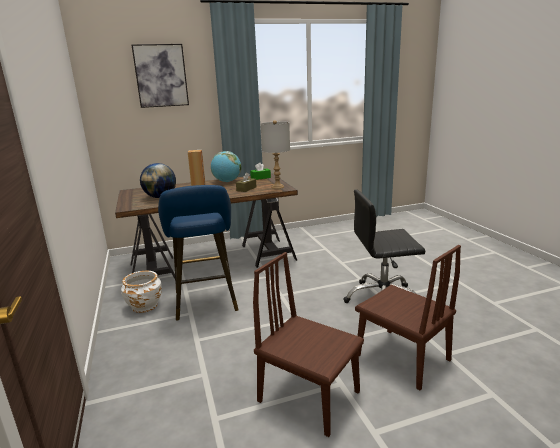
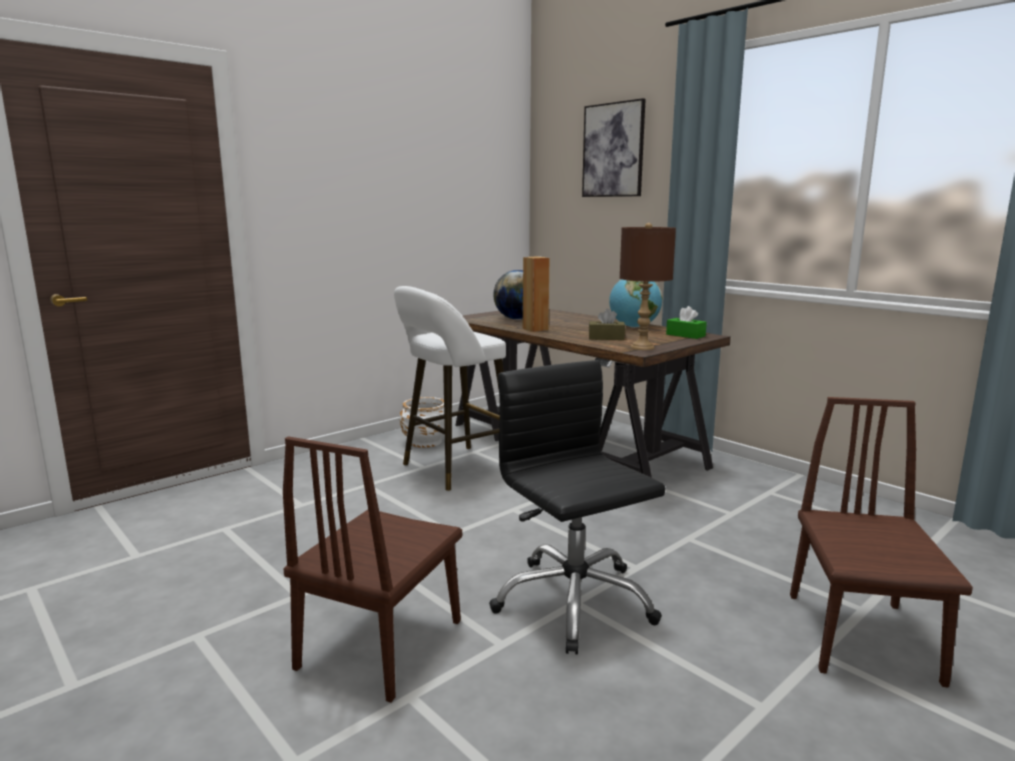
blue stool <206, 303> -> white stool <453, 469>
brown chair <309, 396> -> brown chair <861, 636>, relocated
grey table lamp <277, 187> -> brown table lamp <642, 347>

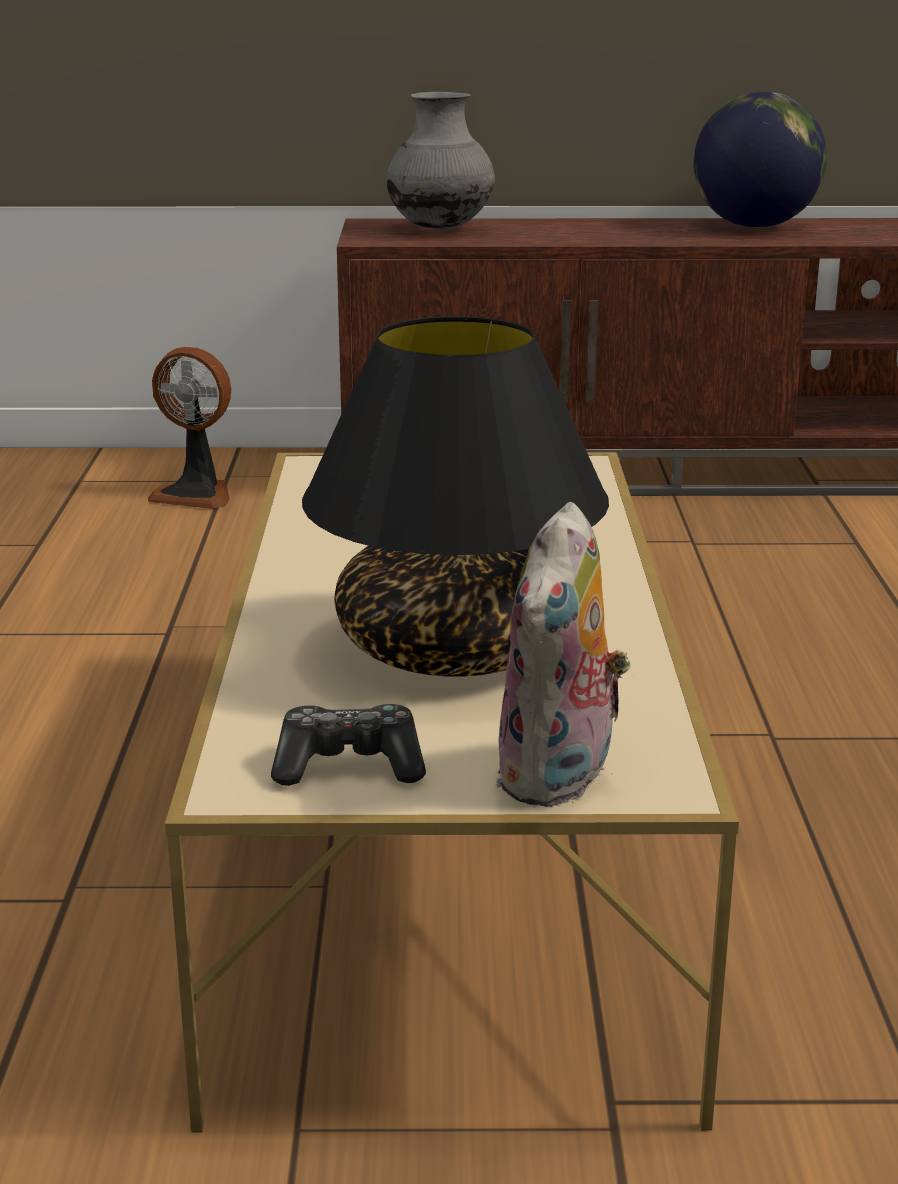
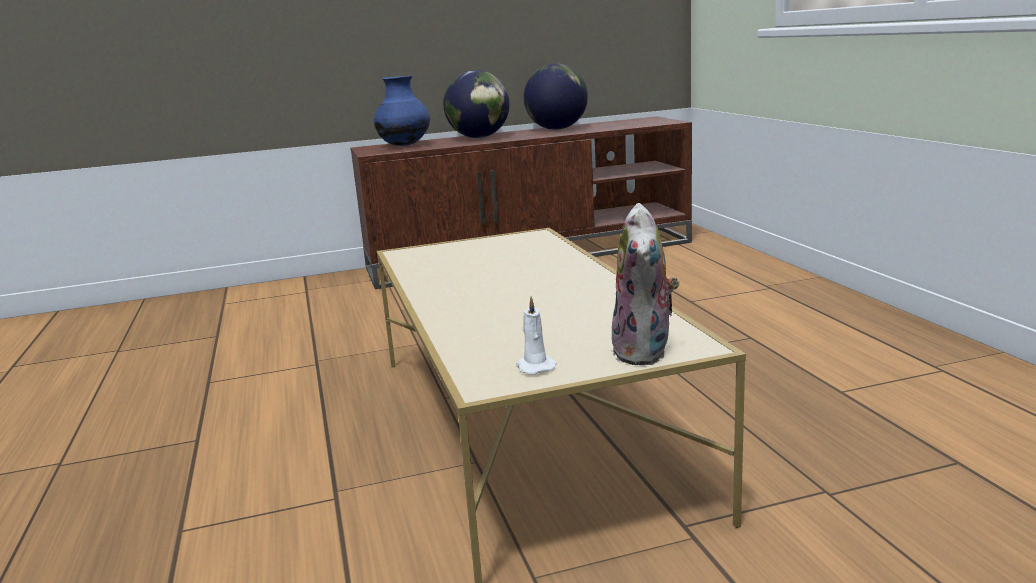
fan <197, 494> -> none
game controller <349, 766> -> white candle <534, 366>
black table lamp <454, 649> -> none
grey vase <440, 229> -> blue vase <404, 145>
none -> globe <479, 137>

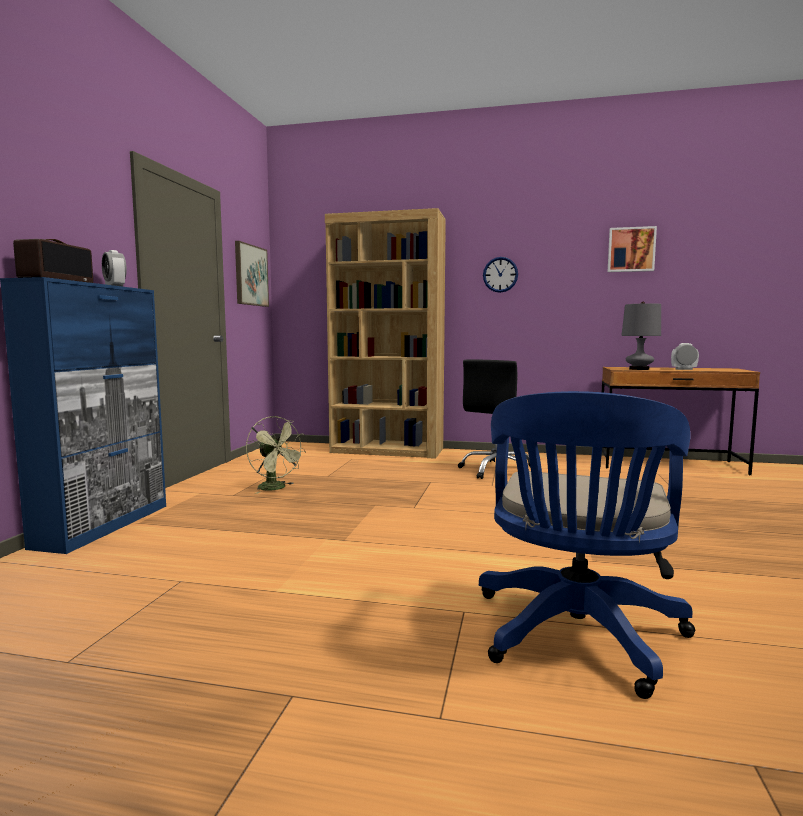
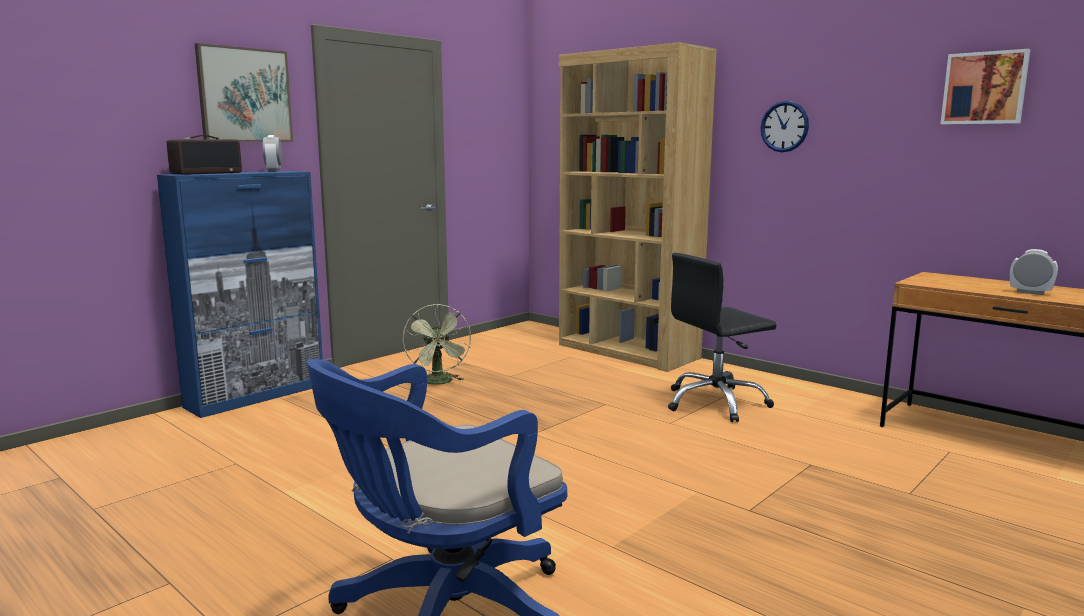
picture <250, 275> -> picture <244, 95>, relocated
grey table lamp <639, 369> -> none

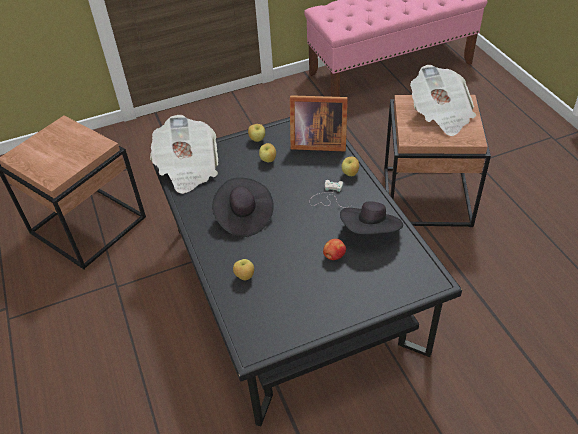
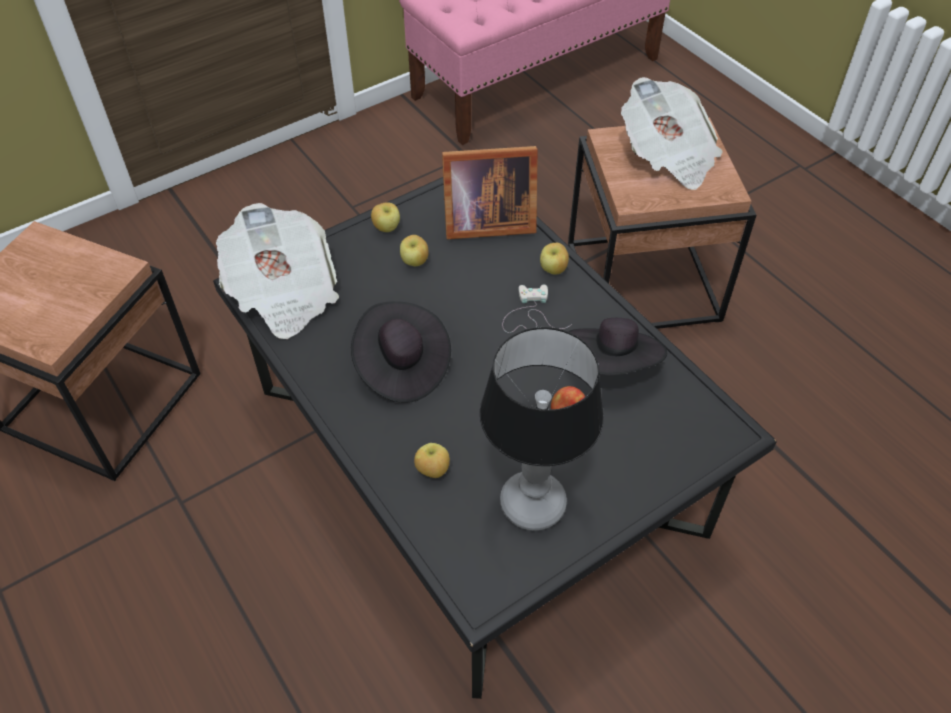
none -> table lamp <534, 504>

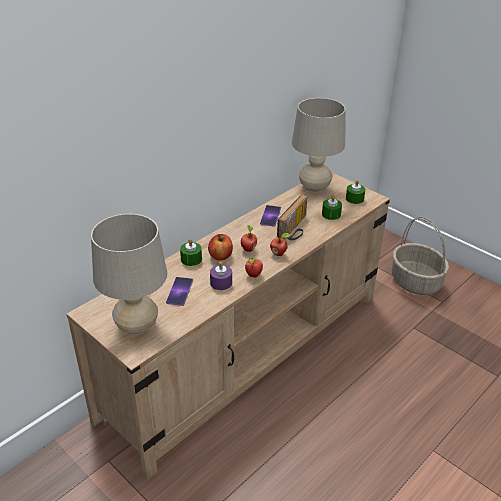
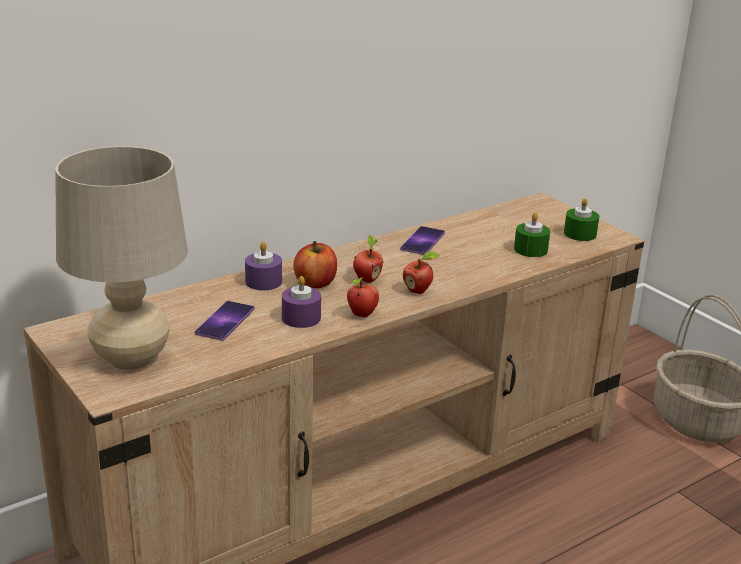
green candle <191, 259> -> purple candle <263, 282>
radio <295, 229> -> none
beige table lamp <314, 187> -> none

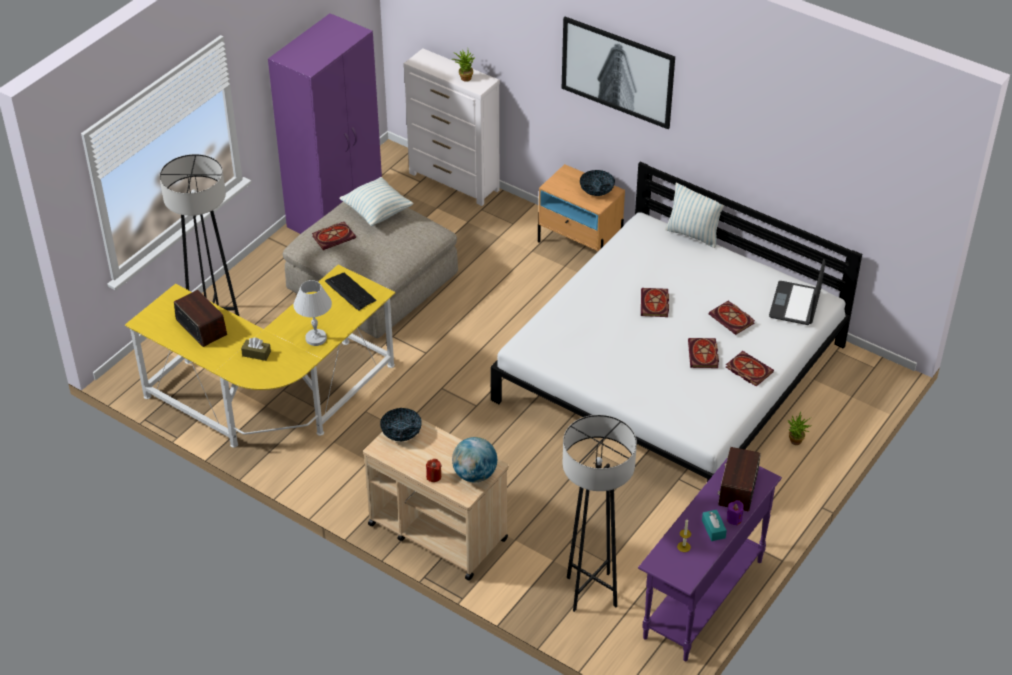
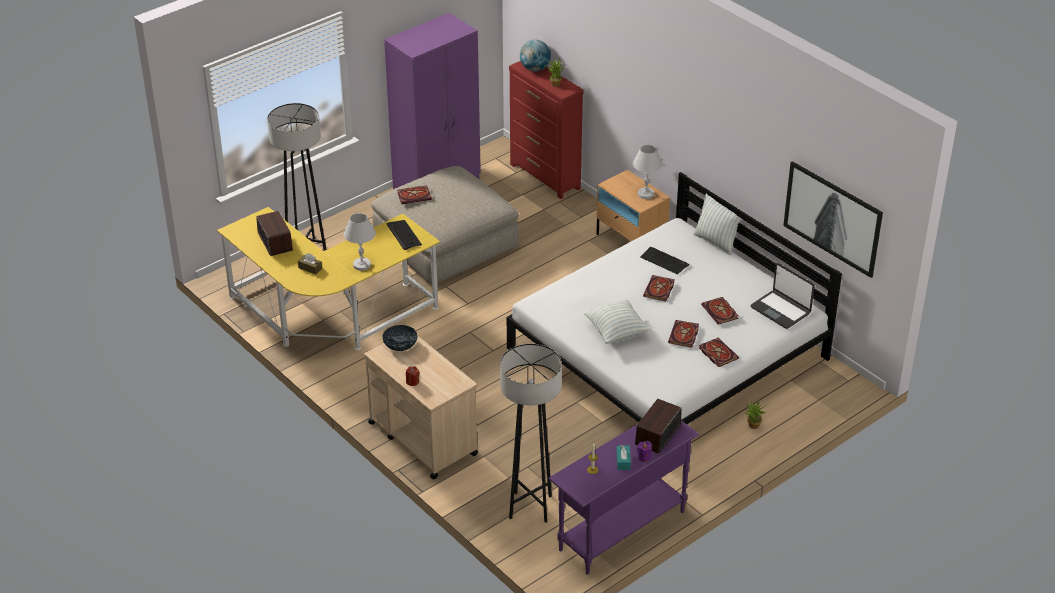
pillow <377, 212> -> pillow <616, 332>, relocated
white dresser <454, 182> -> red dresser <545, 177>
globe <474, 474> -> globe <535, 69>, relocated
picture <618, 71> -> picture <833, 218>, relocated
bowl <596, 190> -> white table lamp <645, 194>
laptop <795, 304> -> laptop <781, 310>, 75 degrees counterclockwise
none -> keyboard <664, 261>

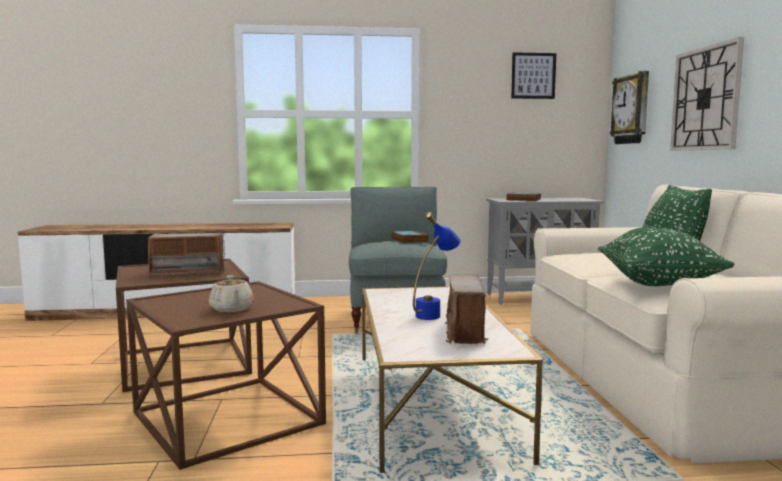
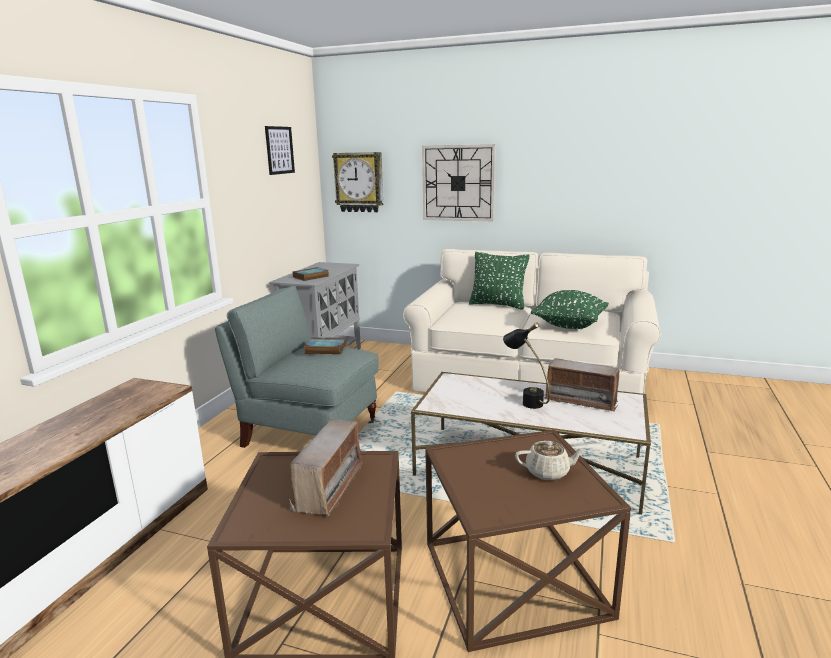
blue table lamp <434, 314> -> black table lamp <526, 400>

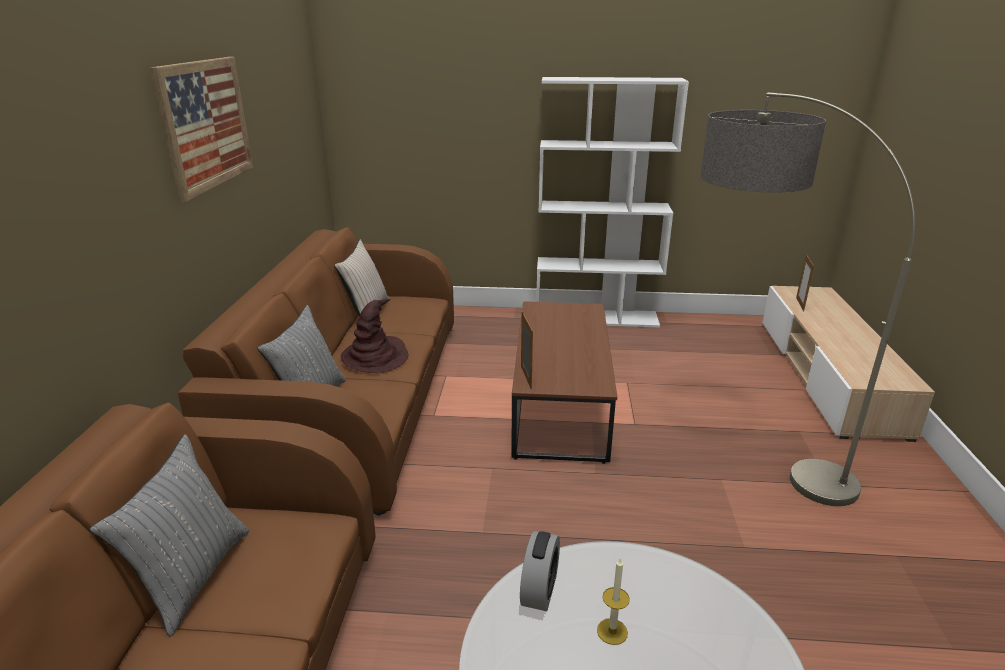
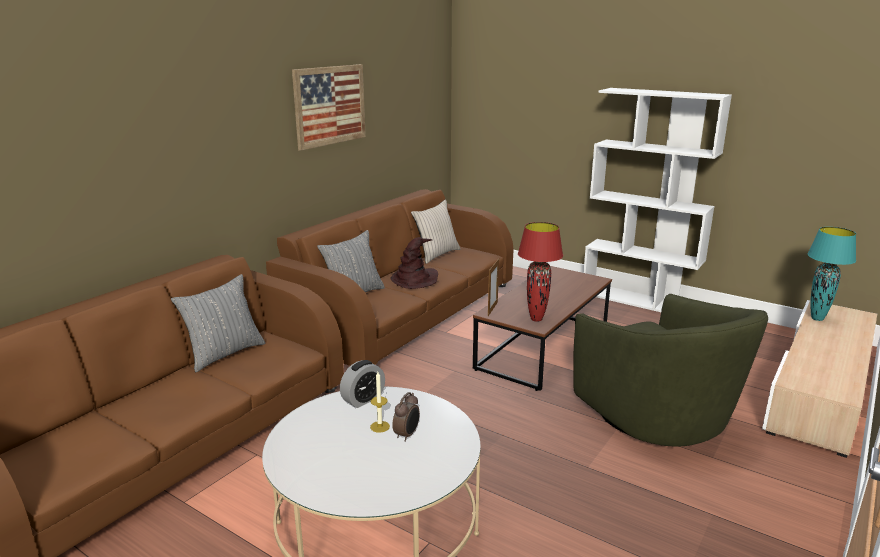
floor lamp <745, 458> -> green armchair <657, 420>
picture frame <800, 304> -> turquoise table lamp <817, 319>
none -> alarm clock <407, 435>
none -> red table lamp <536, 319>

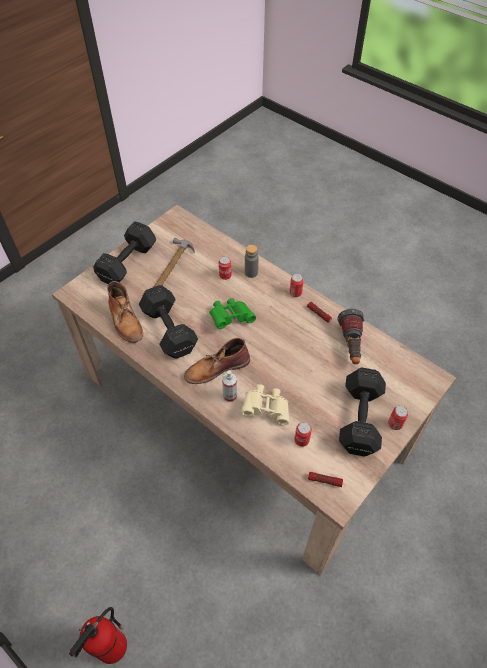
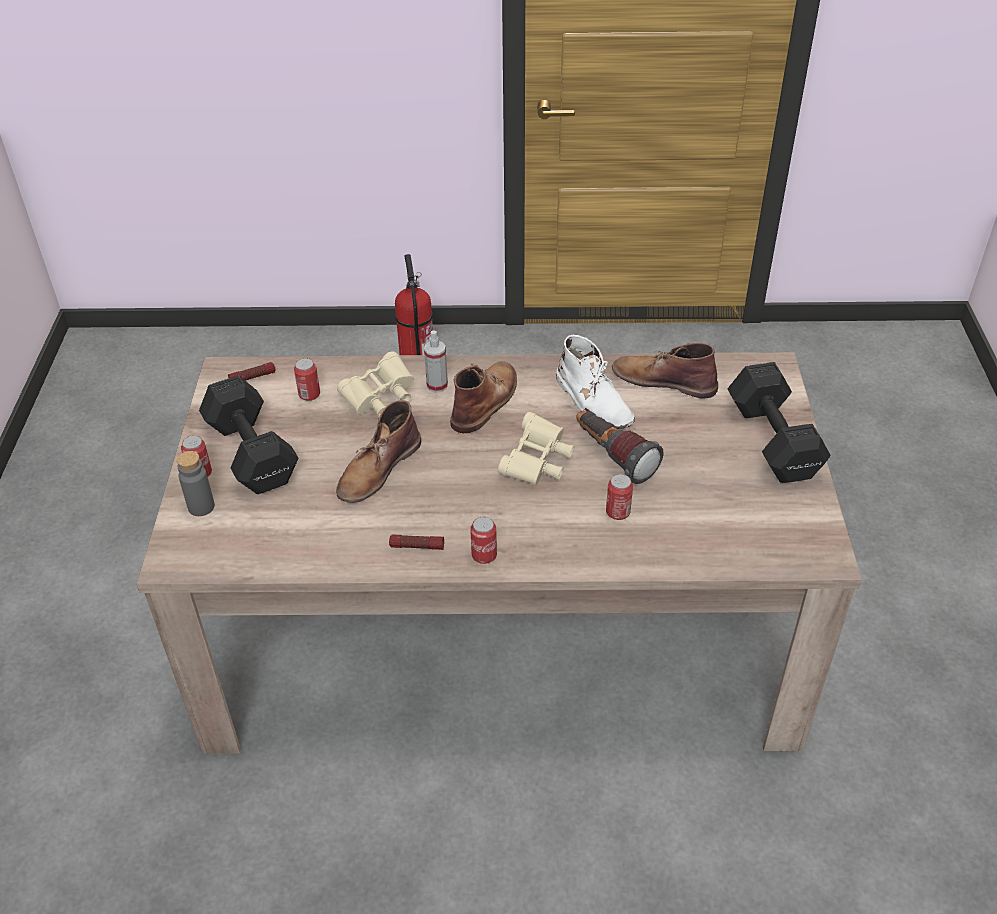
black dumbbell <169, 332> -> white boot <593, 401>
hammer <172, 266> -> none
green binoculars <231, 318> -> beige binoculars <537, 463>
grey bottle <251, 272> -> grey bottle <201, 507>, relocated
flashlight <351, 345> -> flashlight <613, 457>, relocated
none -> brown boot <378, 469>

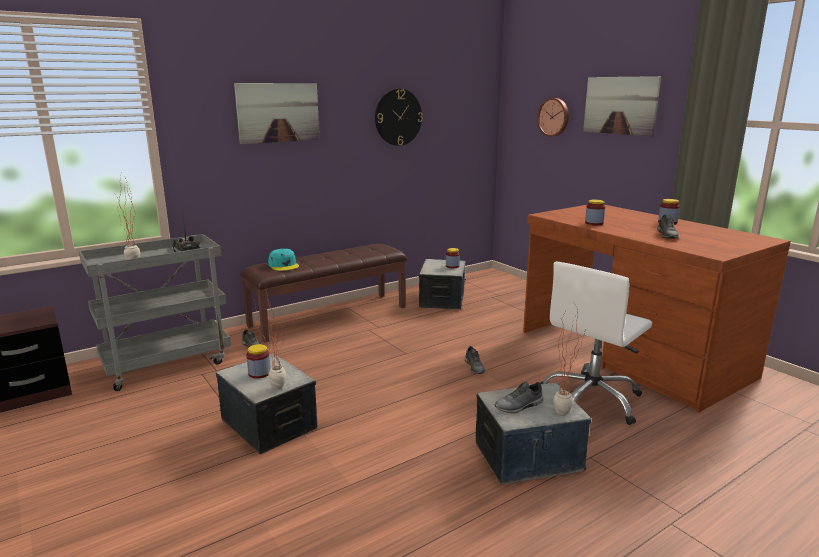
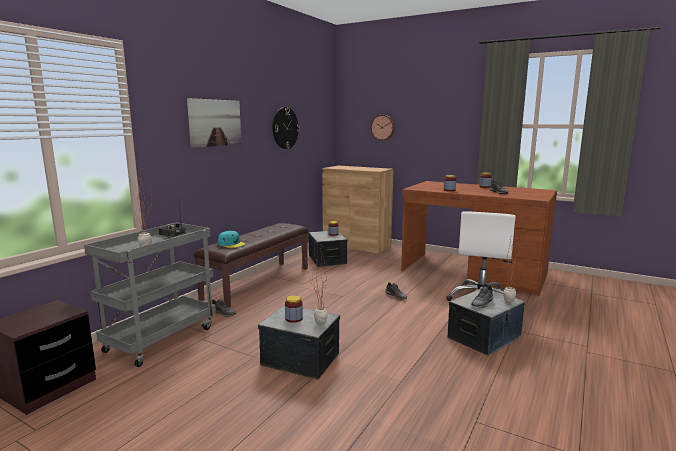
picture <620, 105> -> none
none -> brown cabinet <356, 245>

